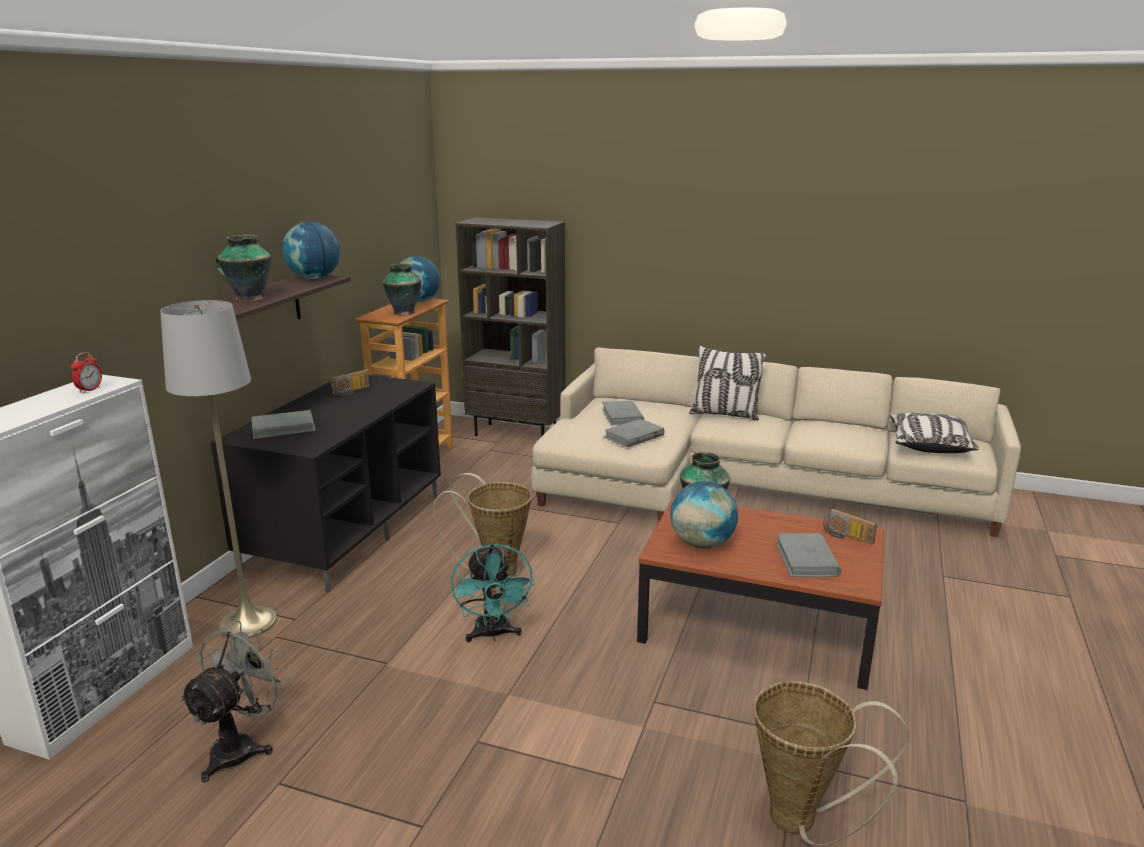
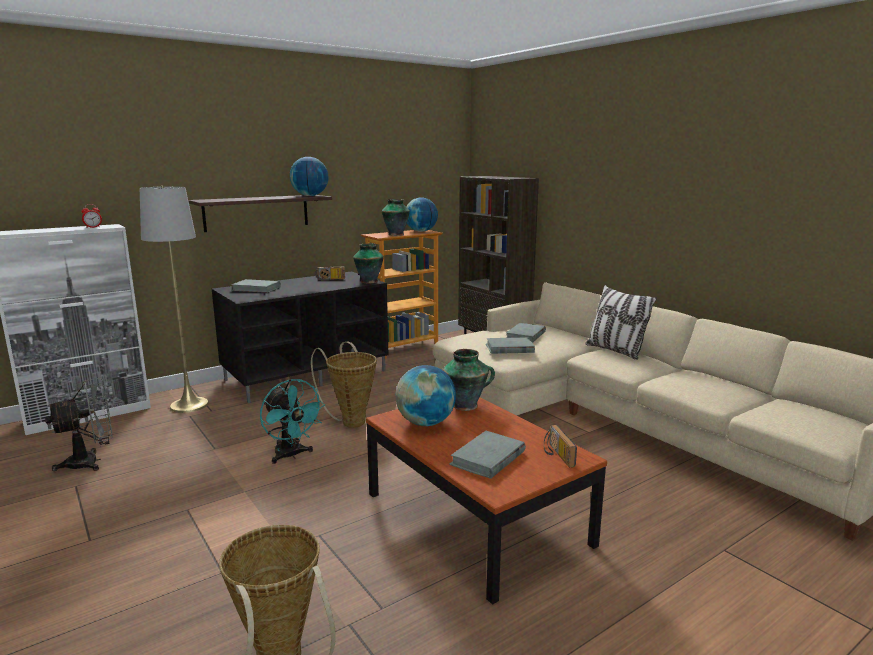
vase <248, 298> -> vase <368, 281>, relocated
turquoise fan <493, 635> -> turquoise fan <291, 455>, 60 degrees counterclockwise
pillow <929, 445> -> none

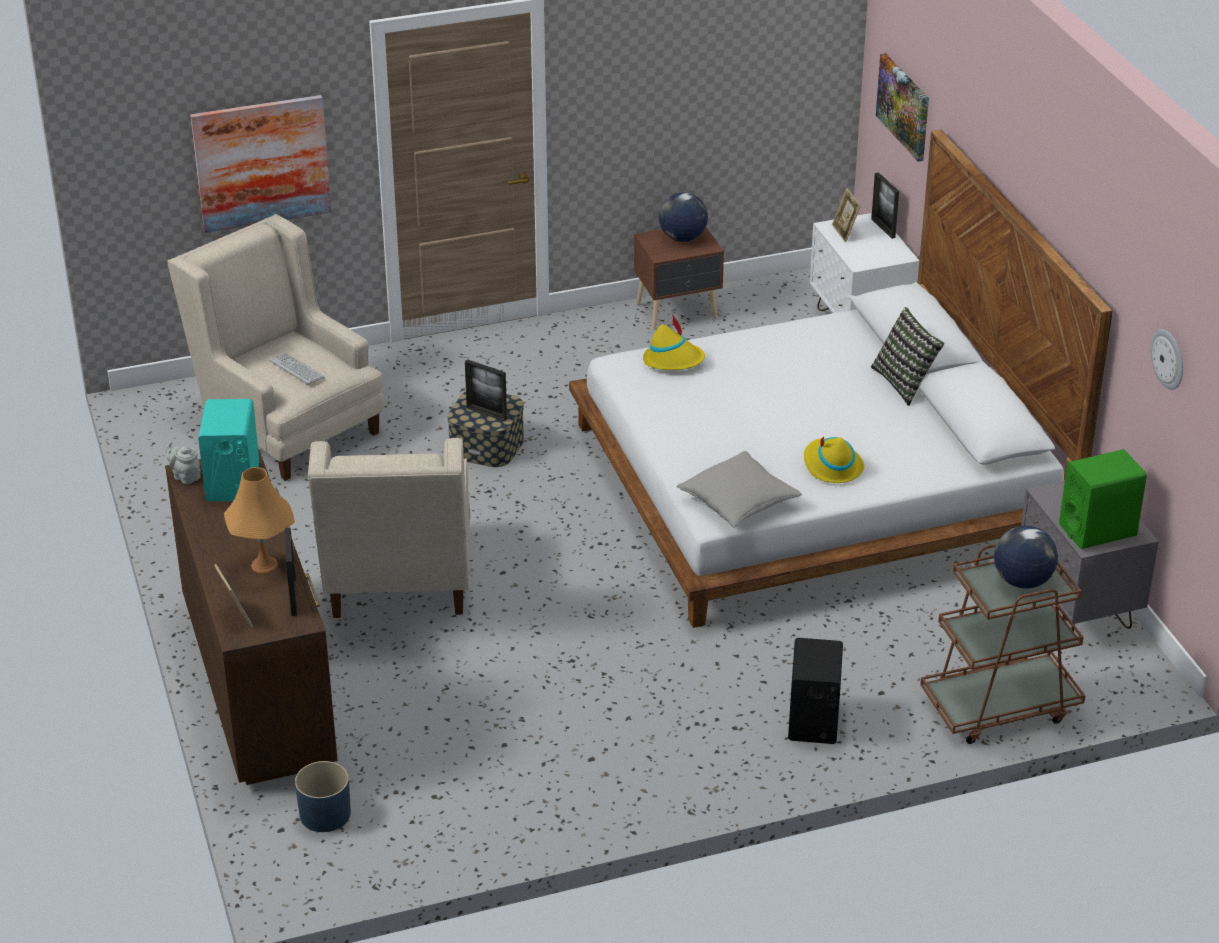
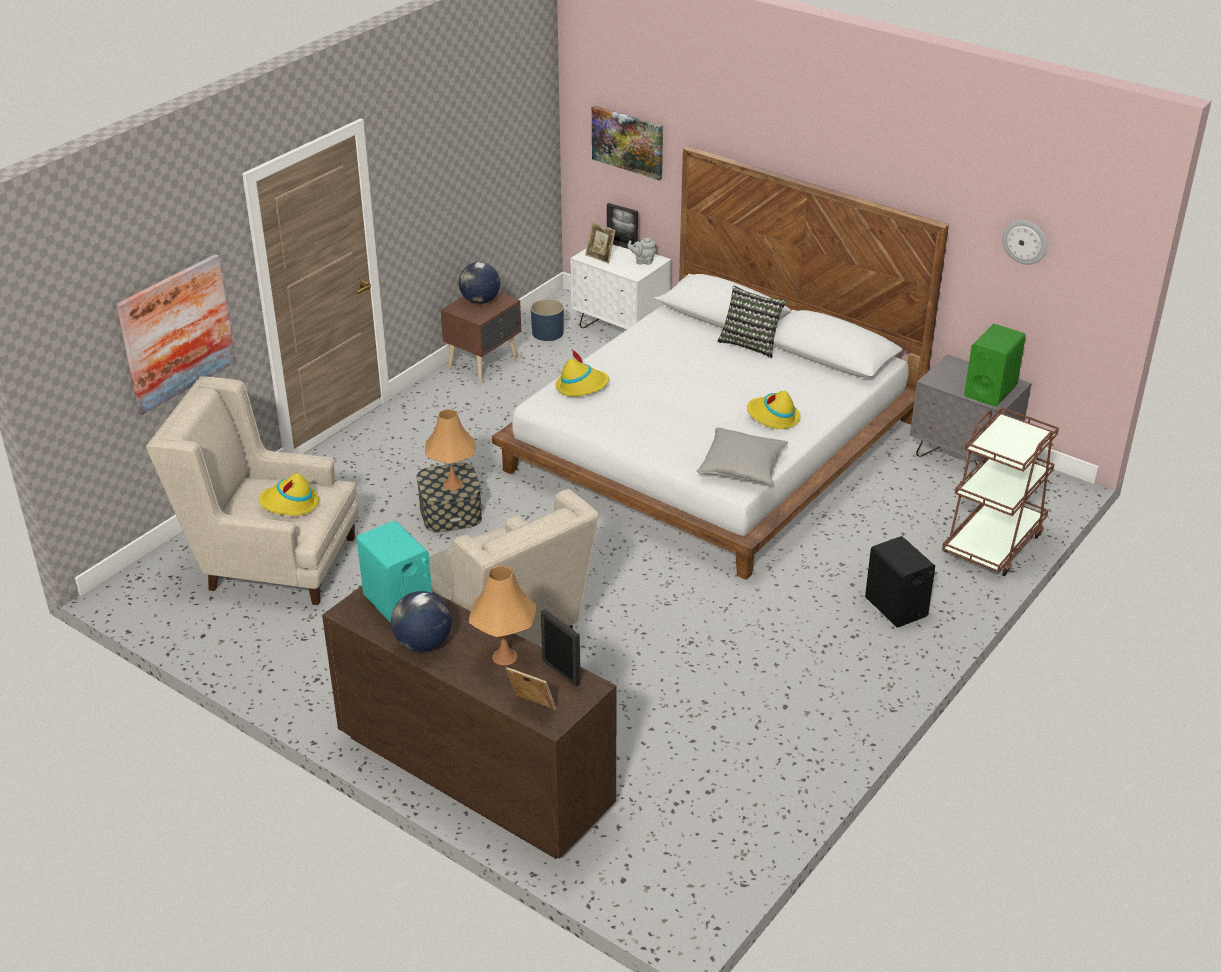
grey teapot <185, 476> -> grey teapot <643, 261>, relocated
keyboard <297, 369> -> yellow hat <289, 504>
blue planter <324, 814> -> blue planter <547, 333>, relocated
picture frame <486, 413> -> orange table lamp <453, 484>
globe <1022, 581> -> globe <422, 643>, relocated

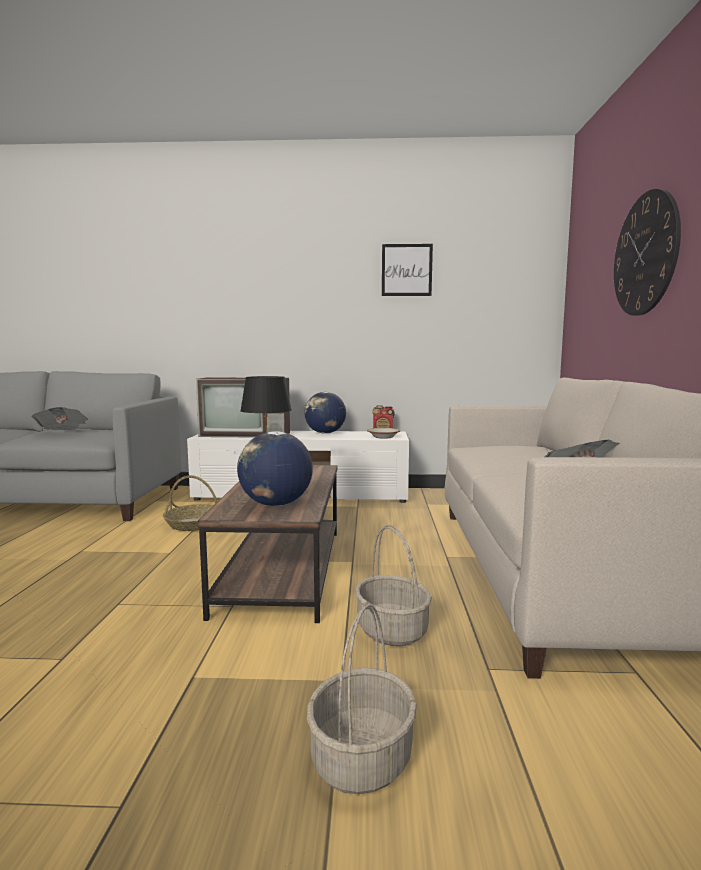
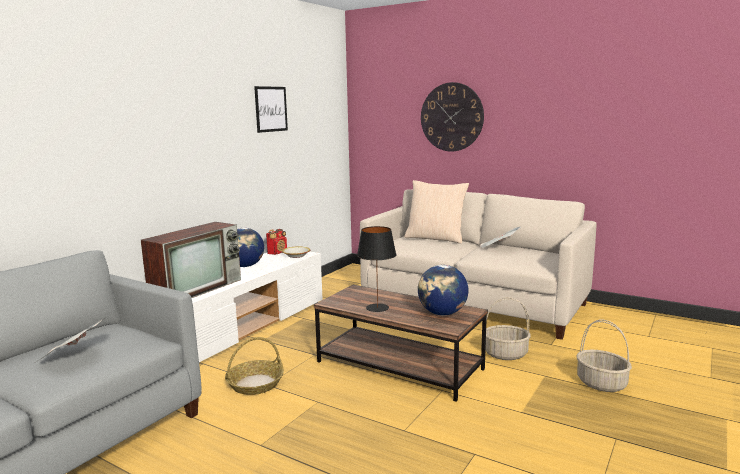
none -> beige pillow <435, 238>

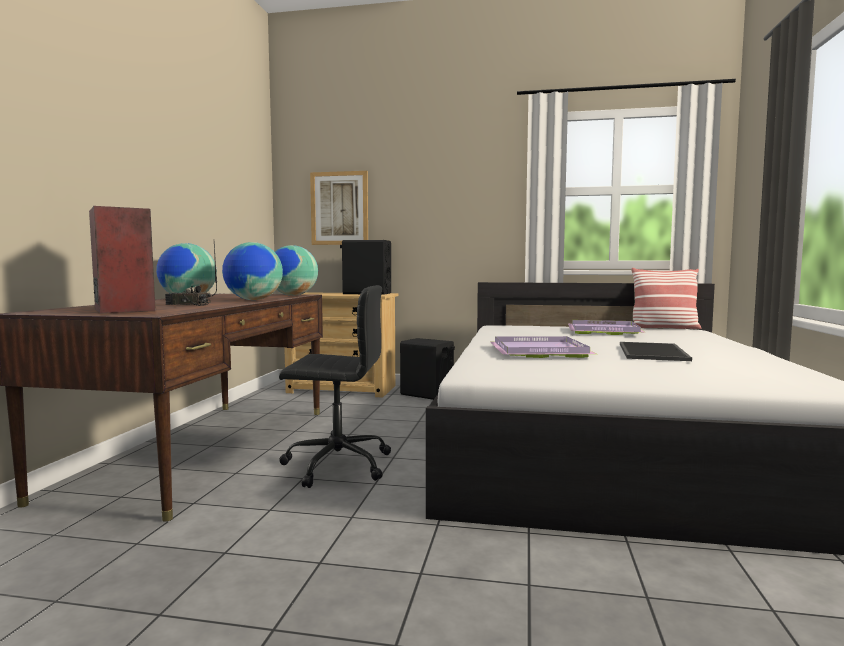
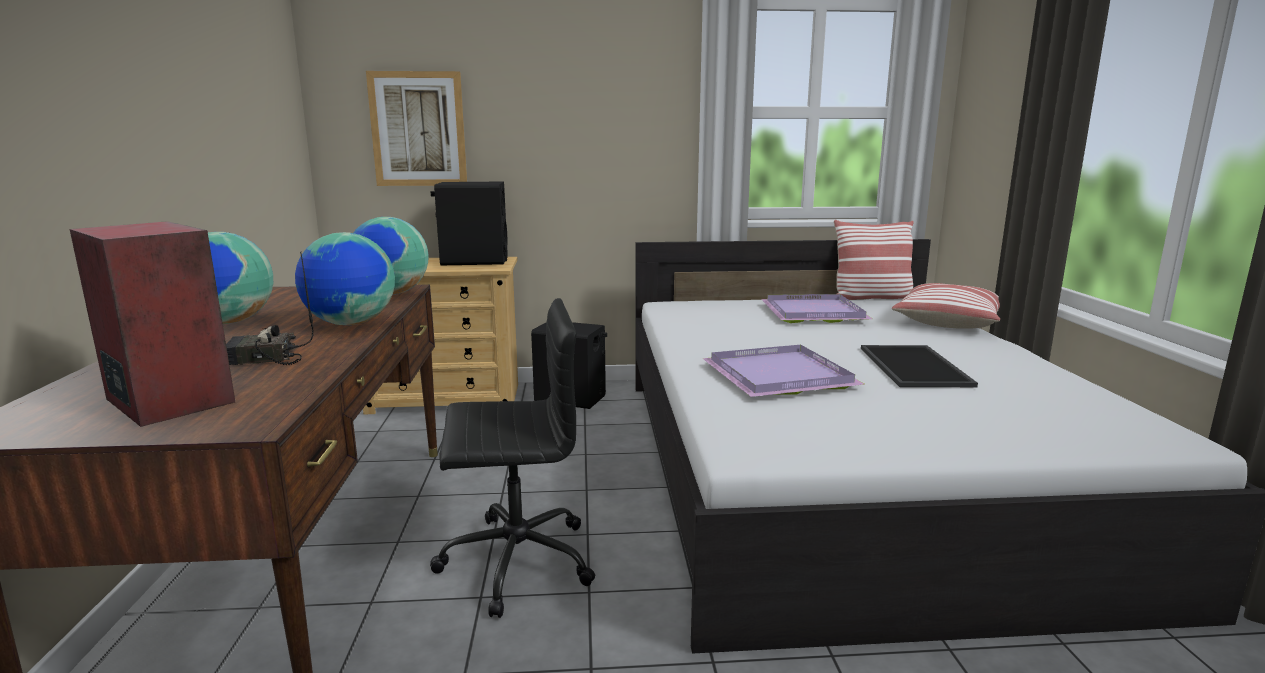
none -> pillow <947, 322>

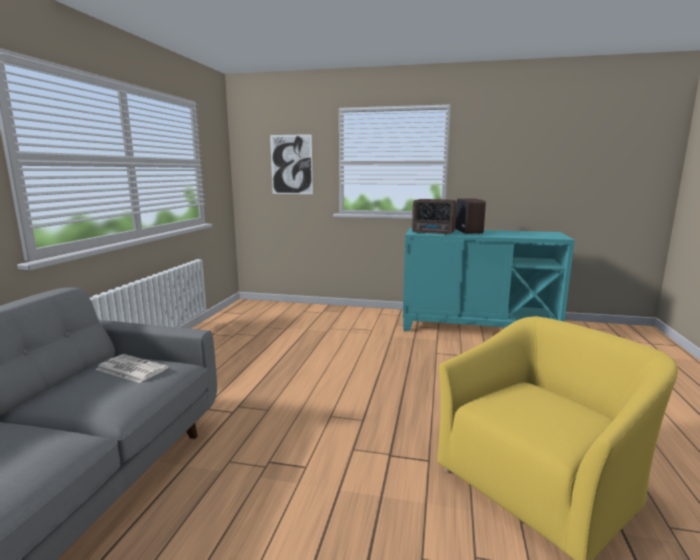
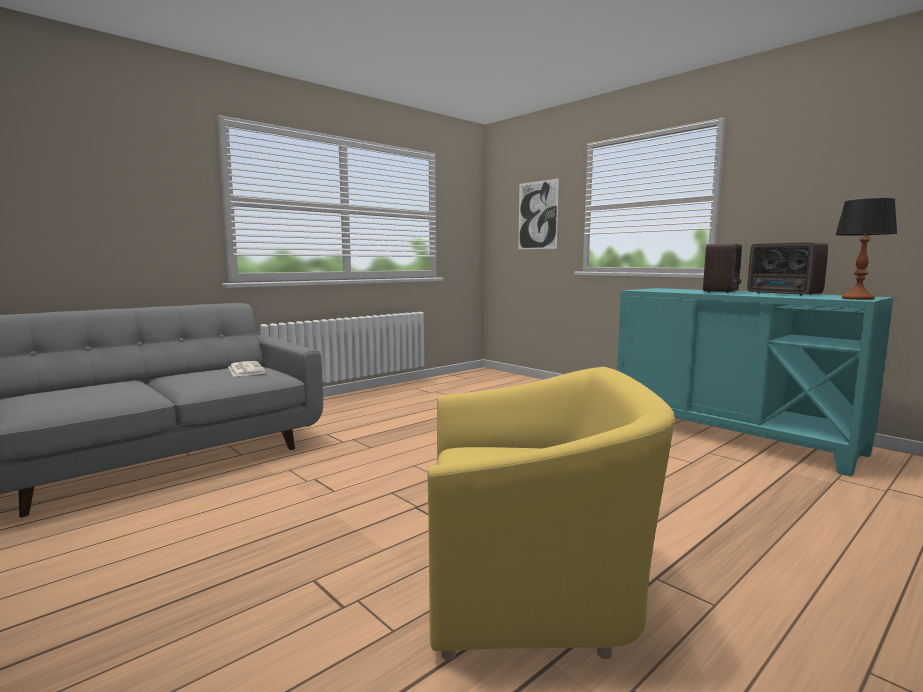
radio <434, 233> -> radio <784, 294>, relocated
none -> table lamp <858, 299>

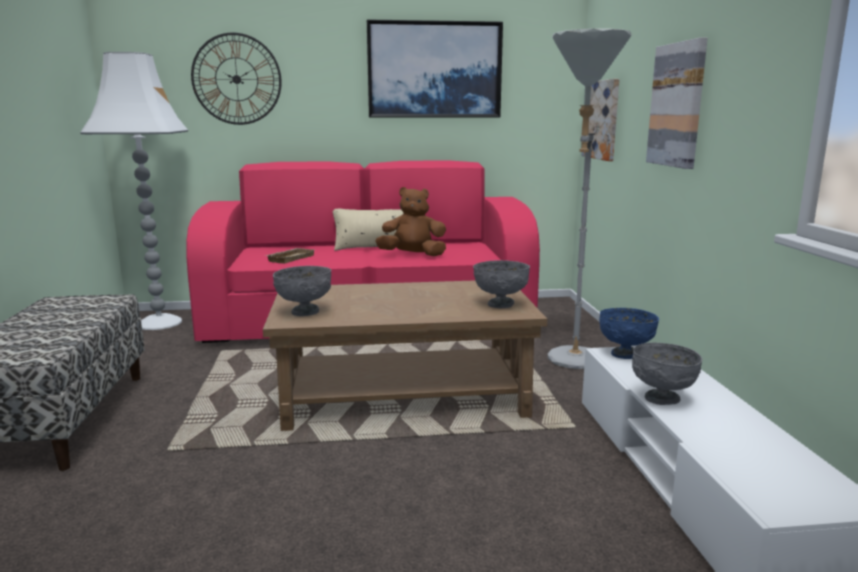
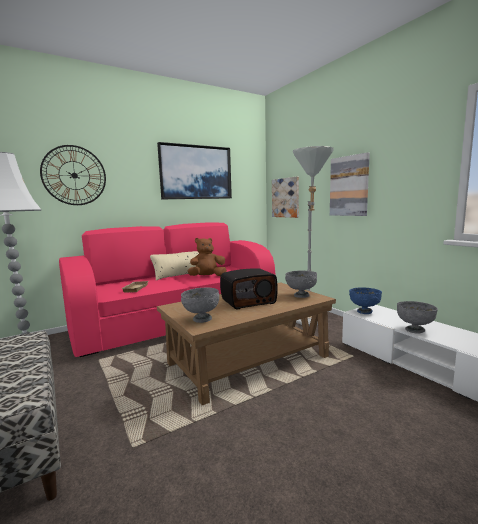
none -> radio <248, 301>

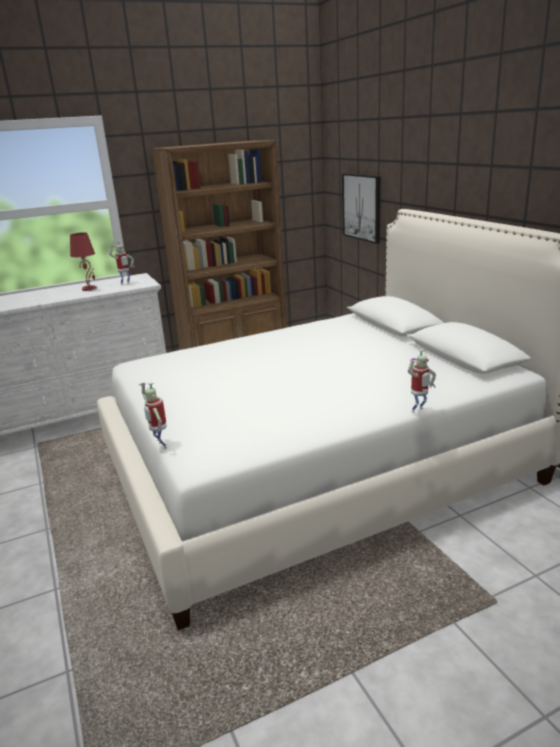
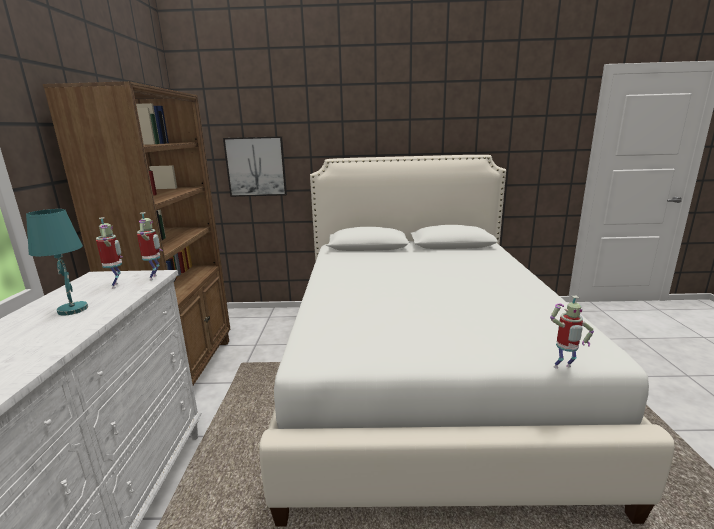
red table lamp <89, 289> -> turquoise table lamp <72, 309>
toy robot <418, 411> -> toy robot <155, 277>, relocated

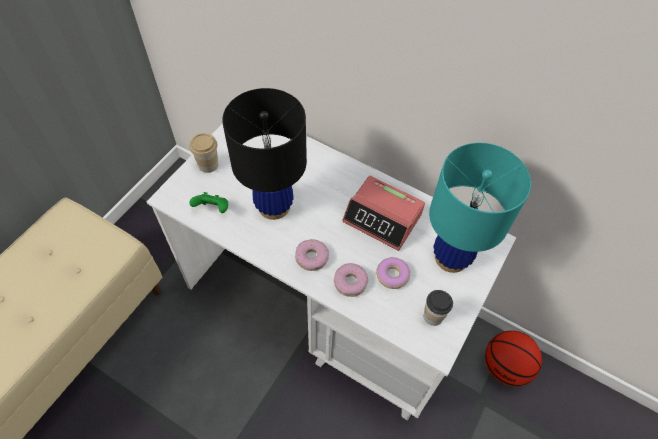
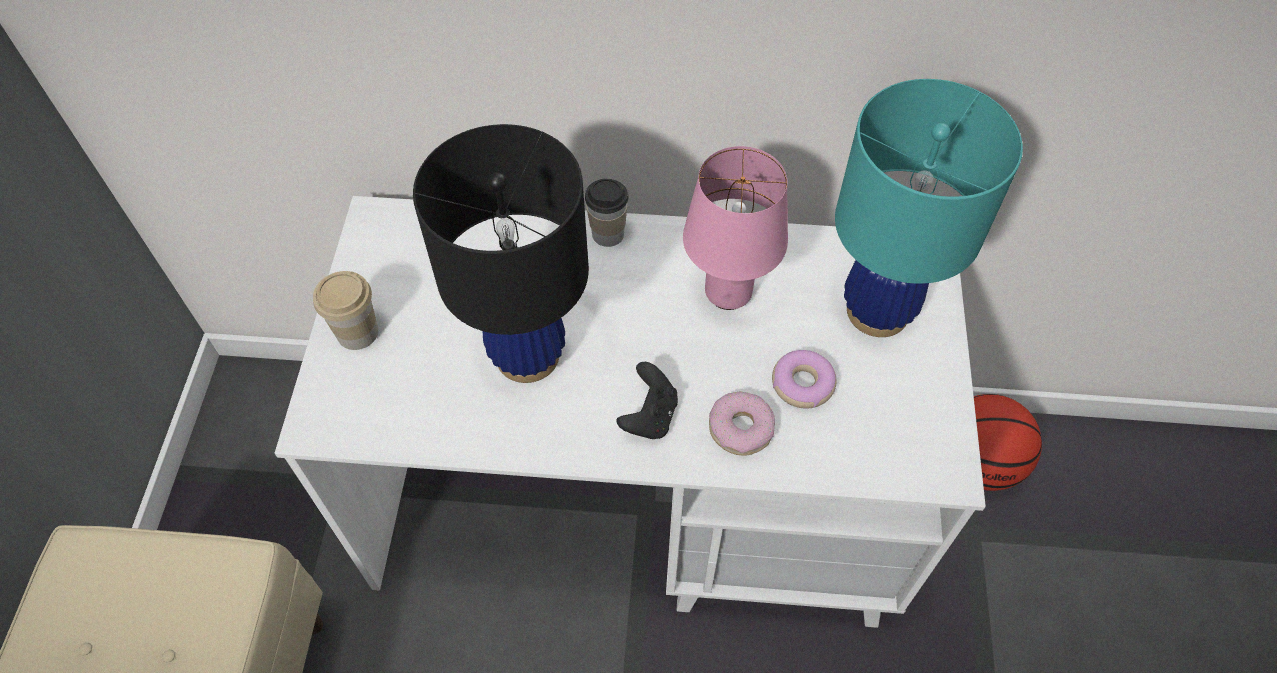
green game controller <213, 209> -> none
donut <312, 257> -> black game controller <649, 416>
alarm clock <383, 218> -> pink table lamp <729, 294>
cup <433, 316> -> cup <608, 234>, relocated

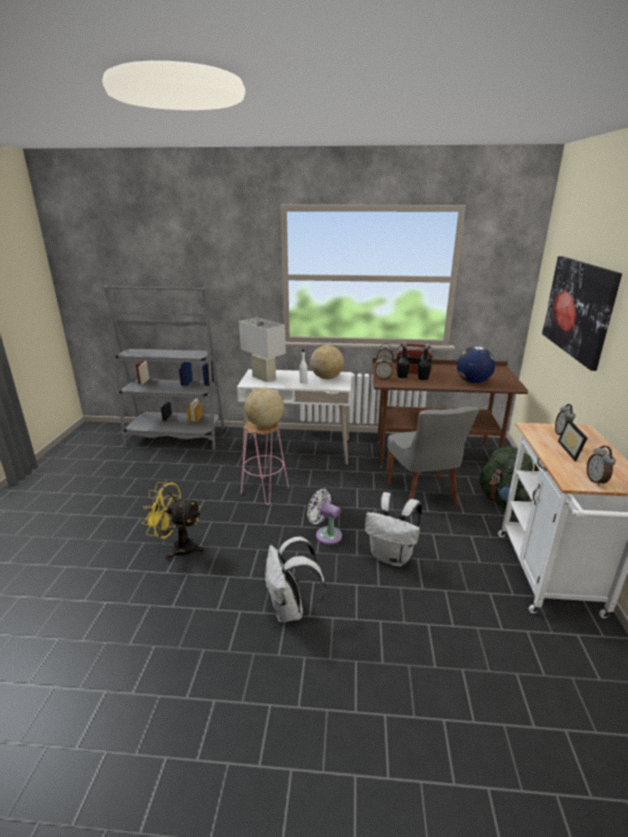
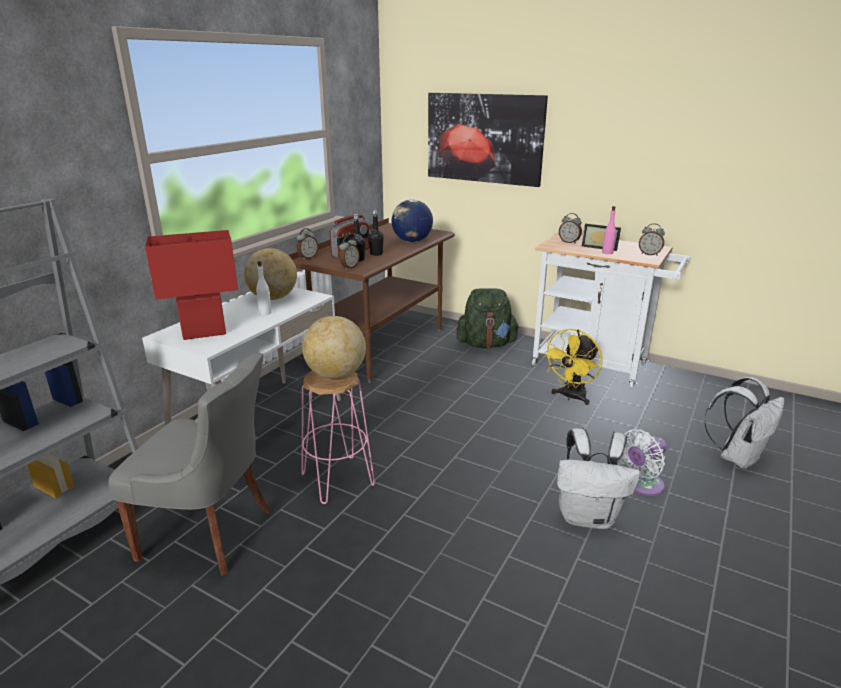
yellow fan <178, 548> -> yellow fan <571, 397>, relocated
white table lamp <264, 378> -> red table lamp <204, 333>
white fan <326, 534> -> white fan <642, 485>, relocated
white backpack <392, 557> -> white backpack <738, 457>, relocated
grey chair <423, 495> -> grey chair <210, 533>, relocated
none -> pink bottle <607, 253>

